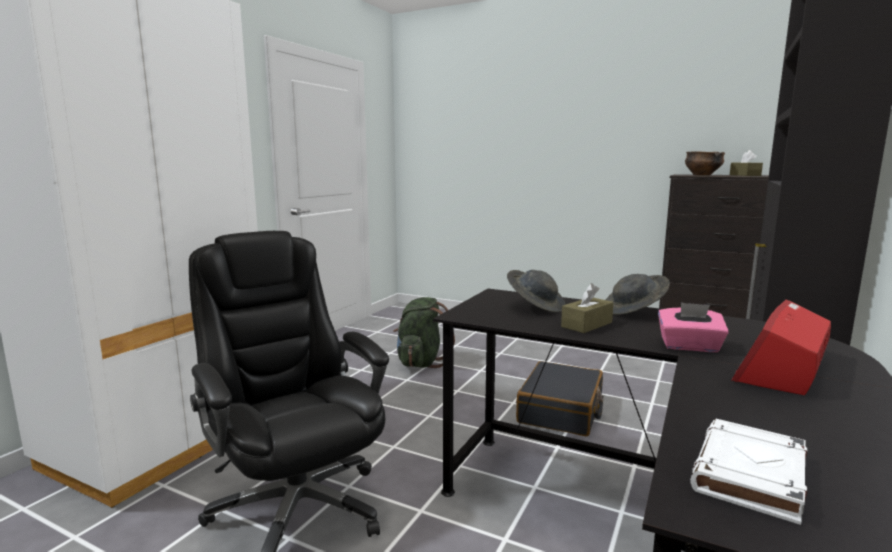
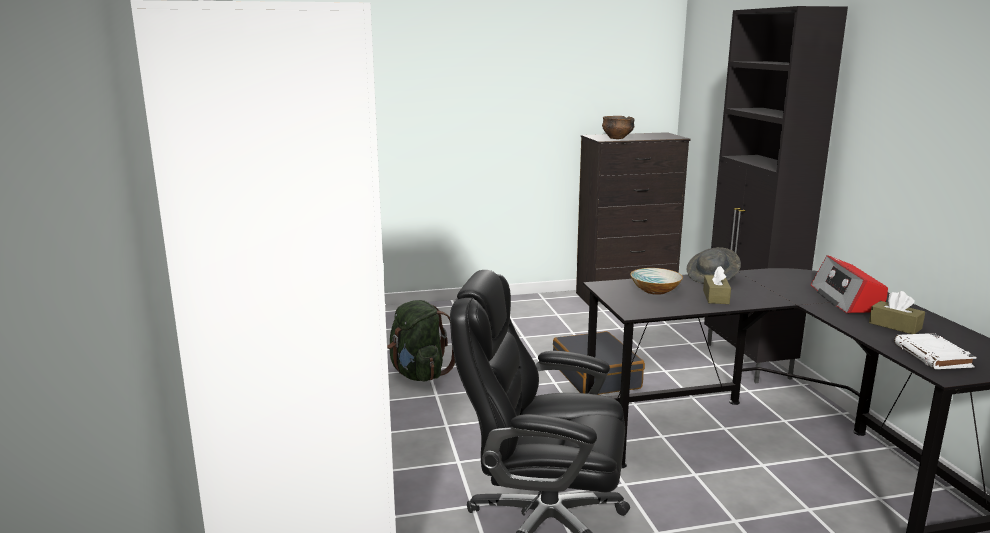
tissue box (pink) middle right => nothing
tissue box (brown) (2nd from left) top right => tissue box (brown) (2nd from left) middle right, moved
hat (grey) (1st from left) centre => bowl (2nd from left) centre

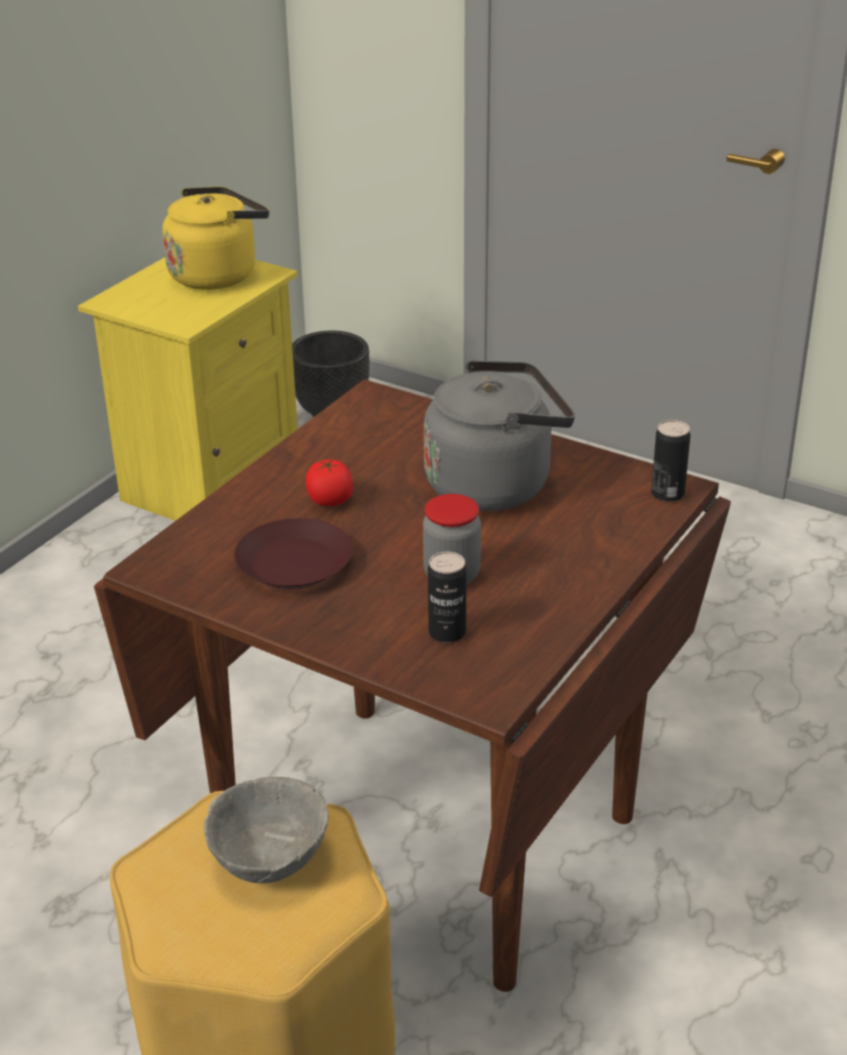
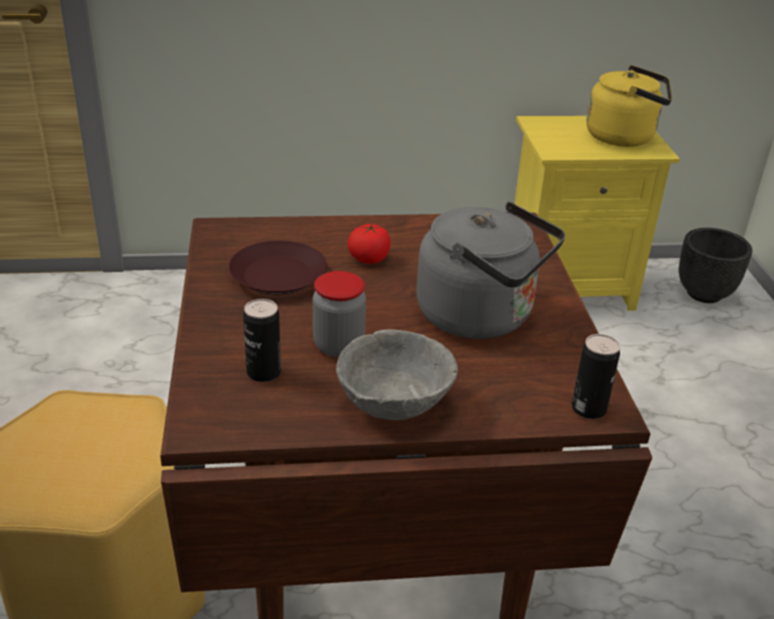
bowl (grey) bottom left => bowl (grey) centre, moved

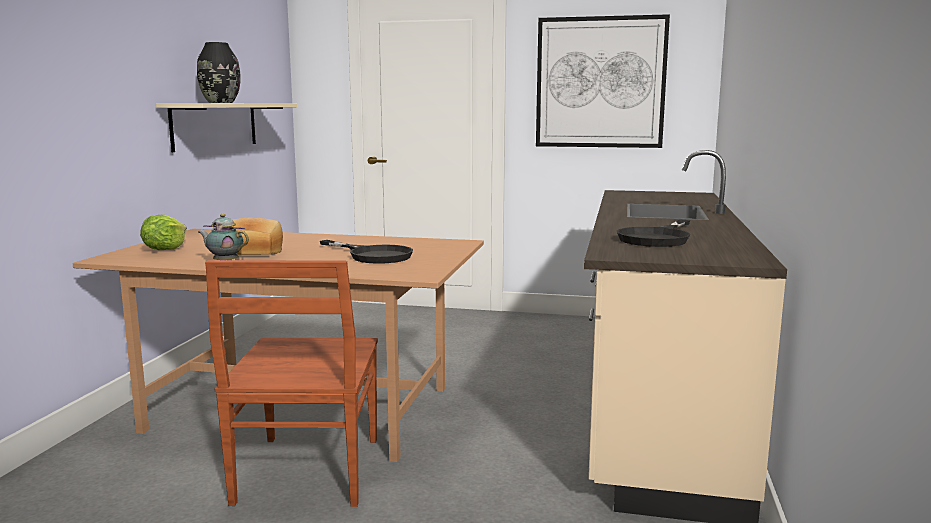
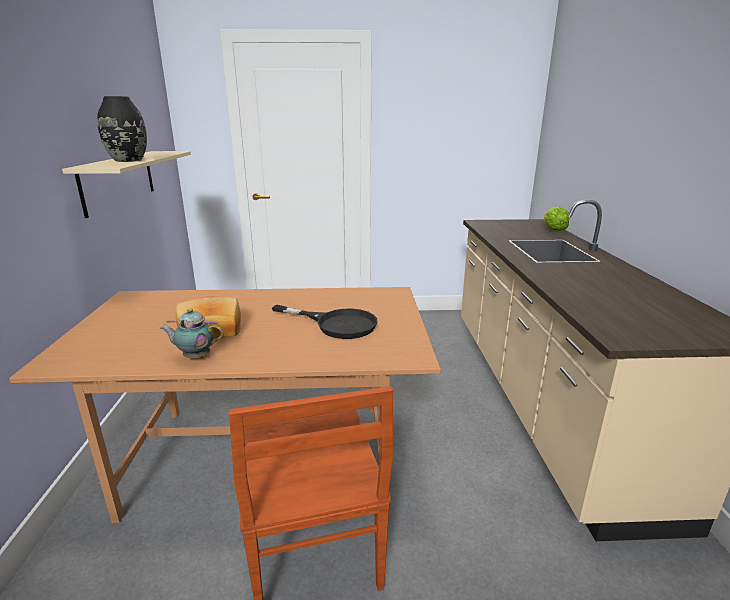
picture top centre => nothing
frying pan (black) (2nd from left) middle right => nothing
lettuce middle left => lettuce middle right, moved

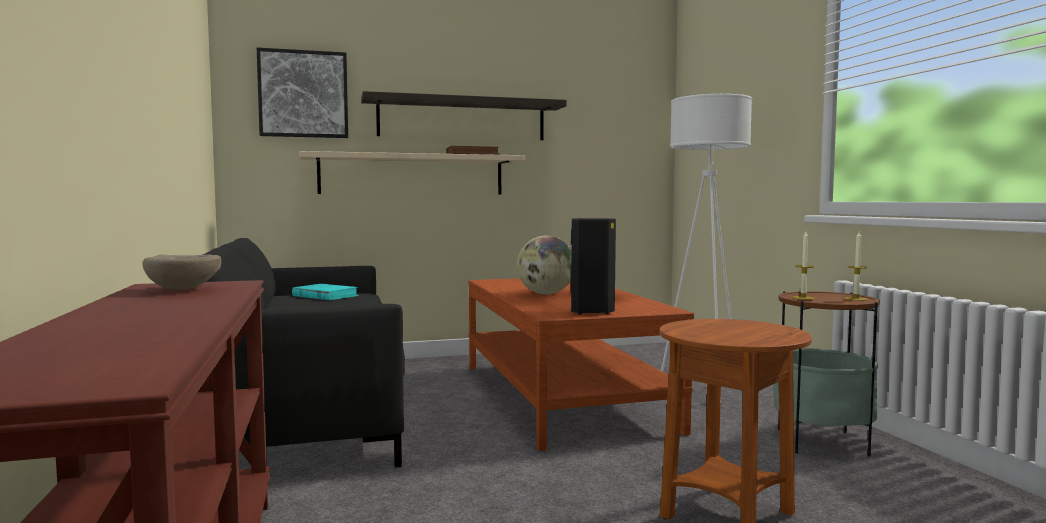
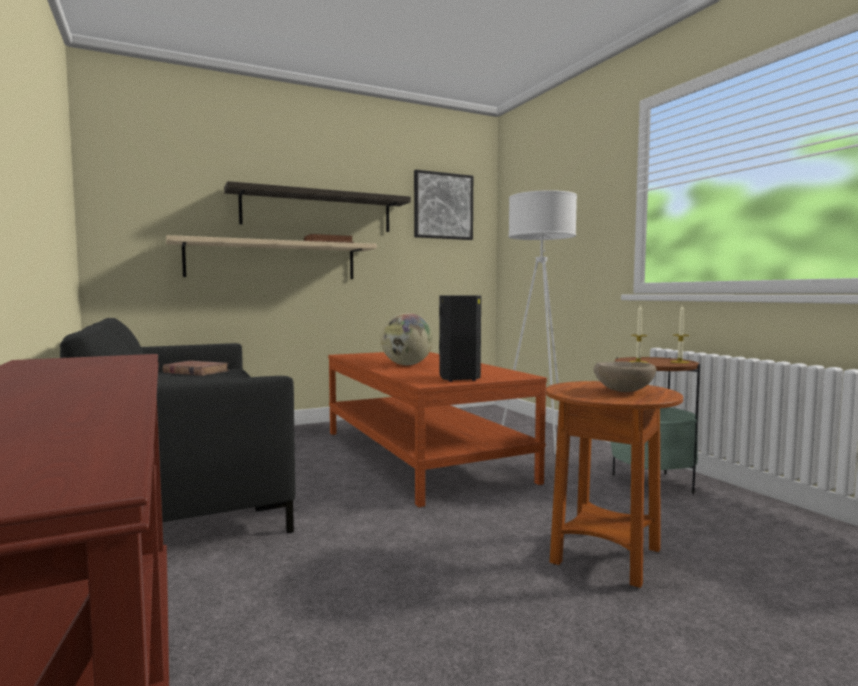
bowl (beige) middle left => bowl (beige) middle right, moved
picture top left => picture top centre, moved
book (turquoise) middle left => book (brown) (1st from left) middle left

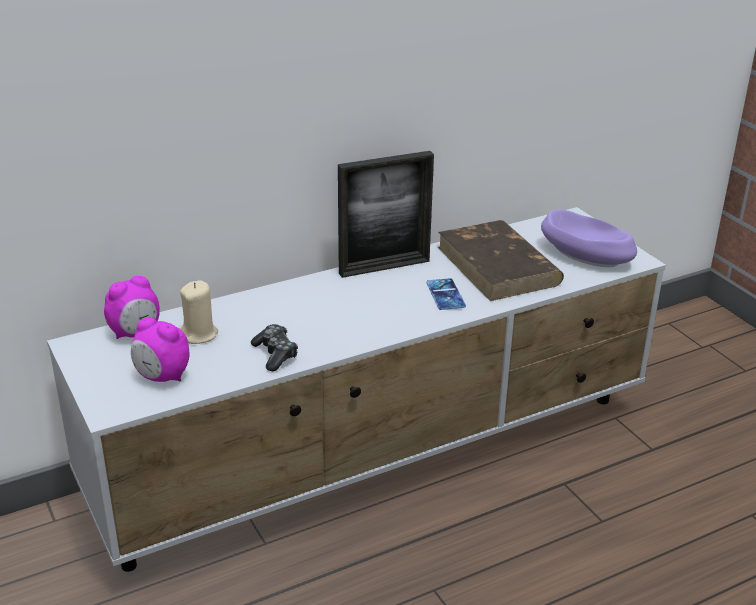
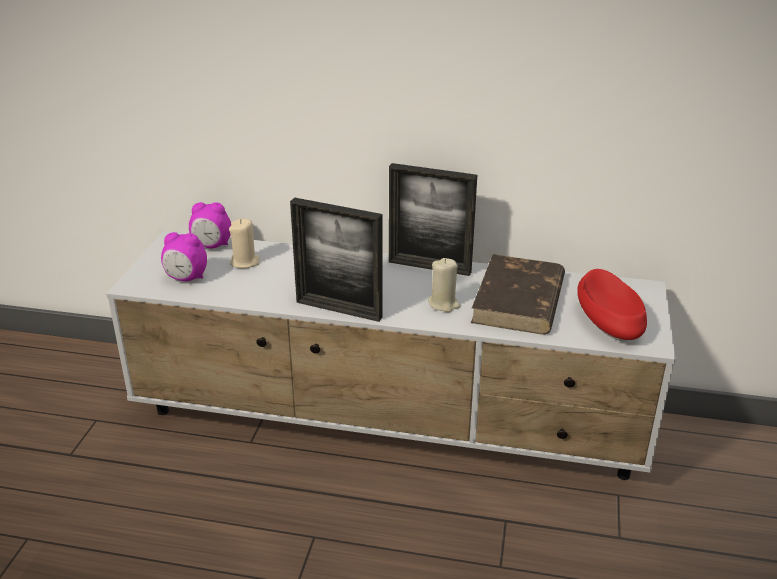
game controller centre => nothing
nothing => picture frame (1st from left) centre
phone centre => candle (beige) (2nd from left) centre
bowl (purple) middle right => bowl (red) middle right
alarm clock (2nd from left in the first image) middle left => alarm clock (1st from left) middle left, 60 degrees counterclockwise

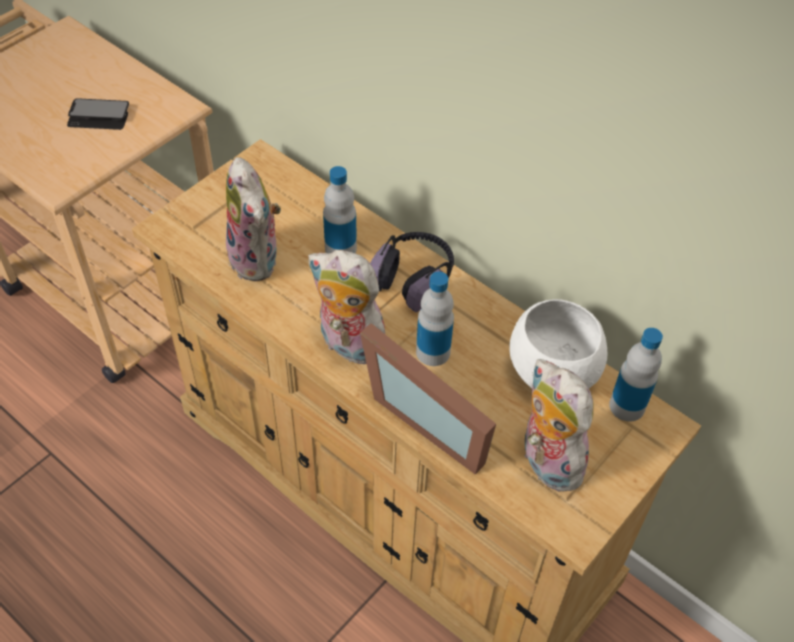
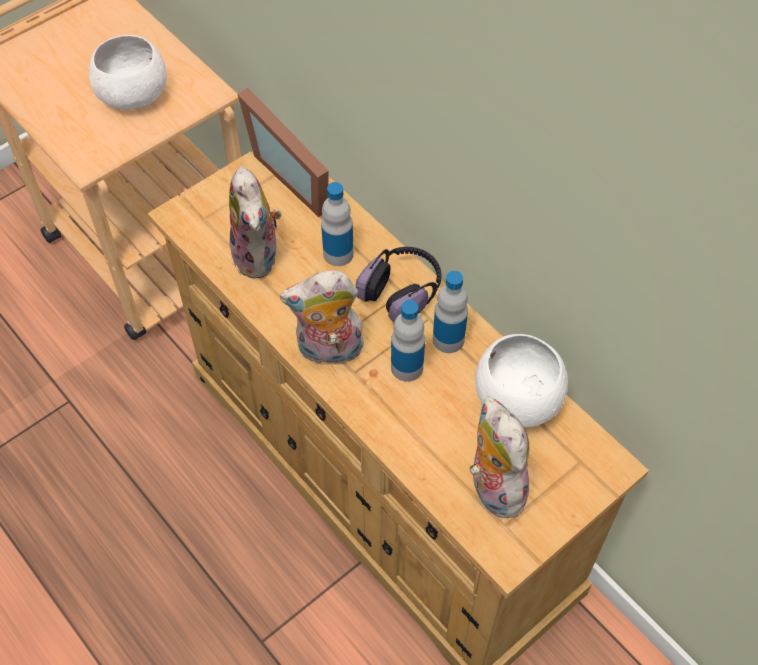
picture frame centre => picture frame top centre, moved
bottle (3rd from left) middle right => bottle (3rd from left) centre, moved
phone top left => bowl (white) (1st from left) top left
plush toy (2nd from left) centre, 45 degrees counterclockwise

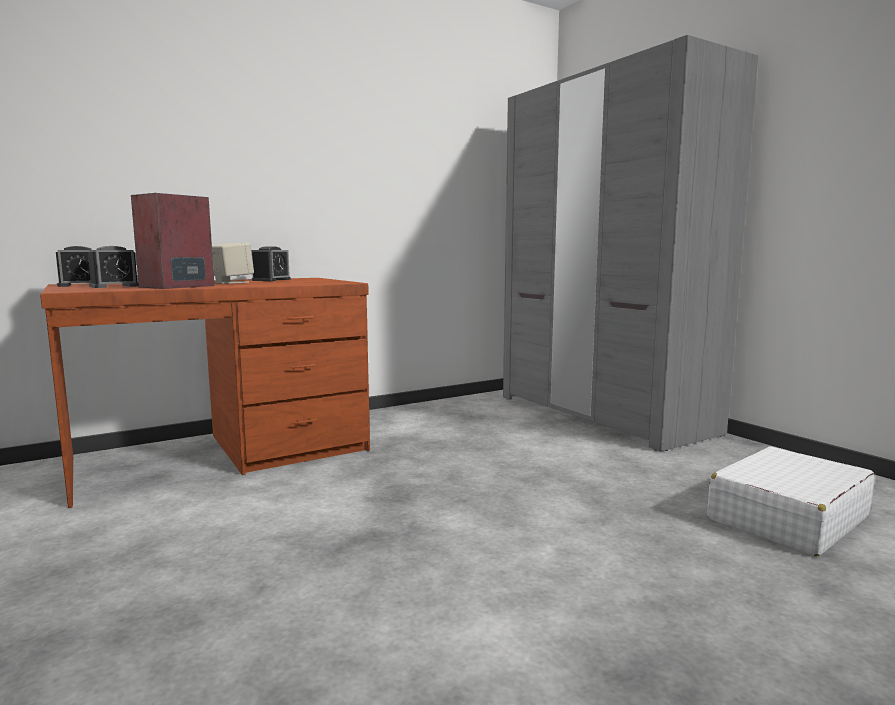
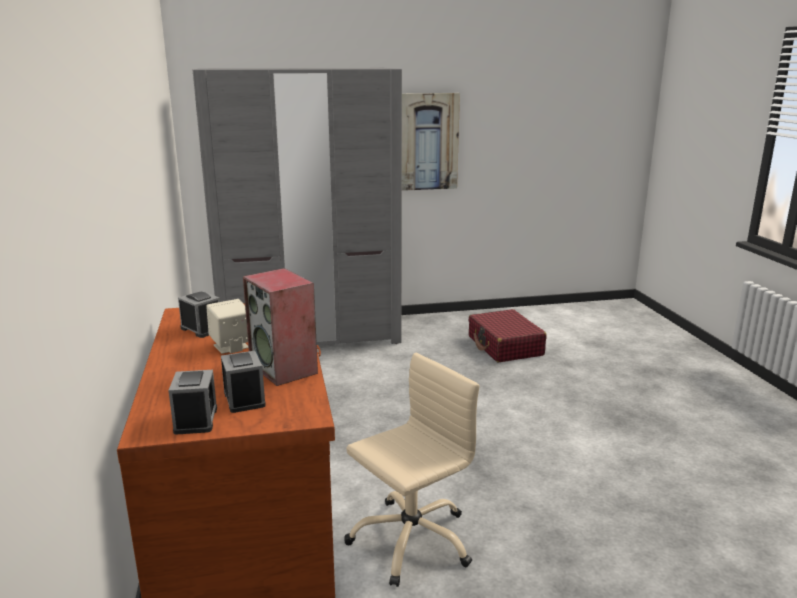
nothing => office chair (beige) bottom centre
nothing => picture top centre
suitcase (white) bottom right => suitcase (red) centre

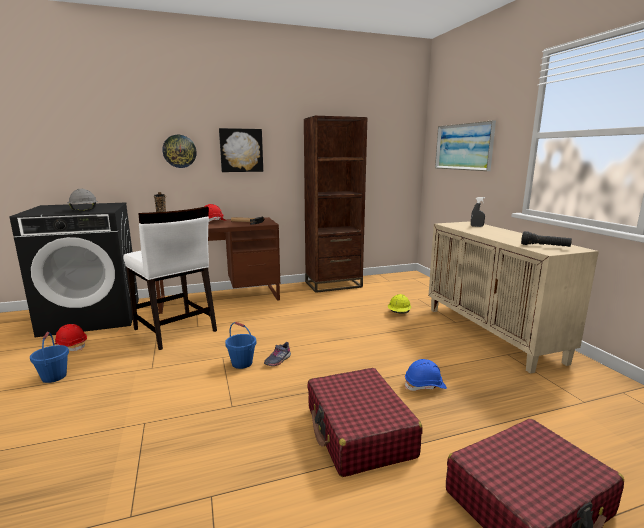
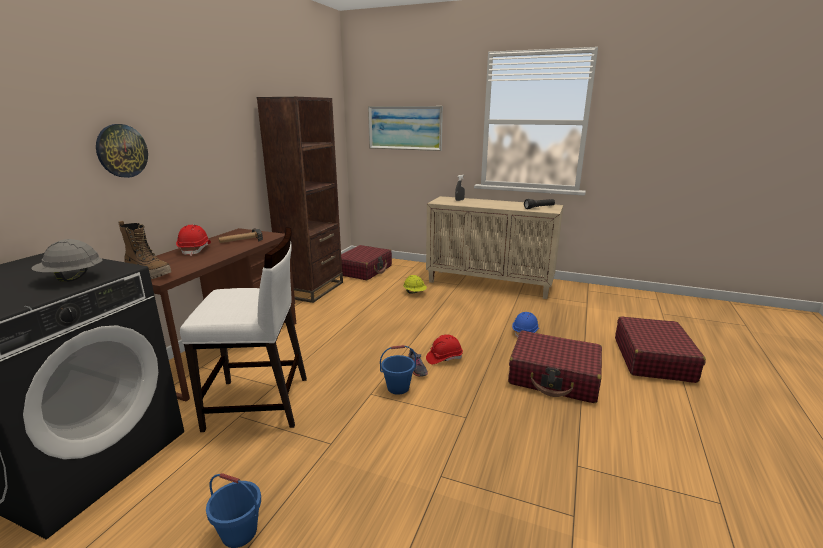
picture (1st from left) top centre => nothing
nothing => suitcase (red) (1st from left) centre
hard hat (red) (1st from left in the first image) middle left => hard hat (red) (2nd from left) centre, moved

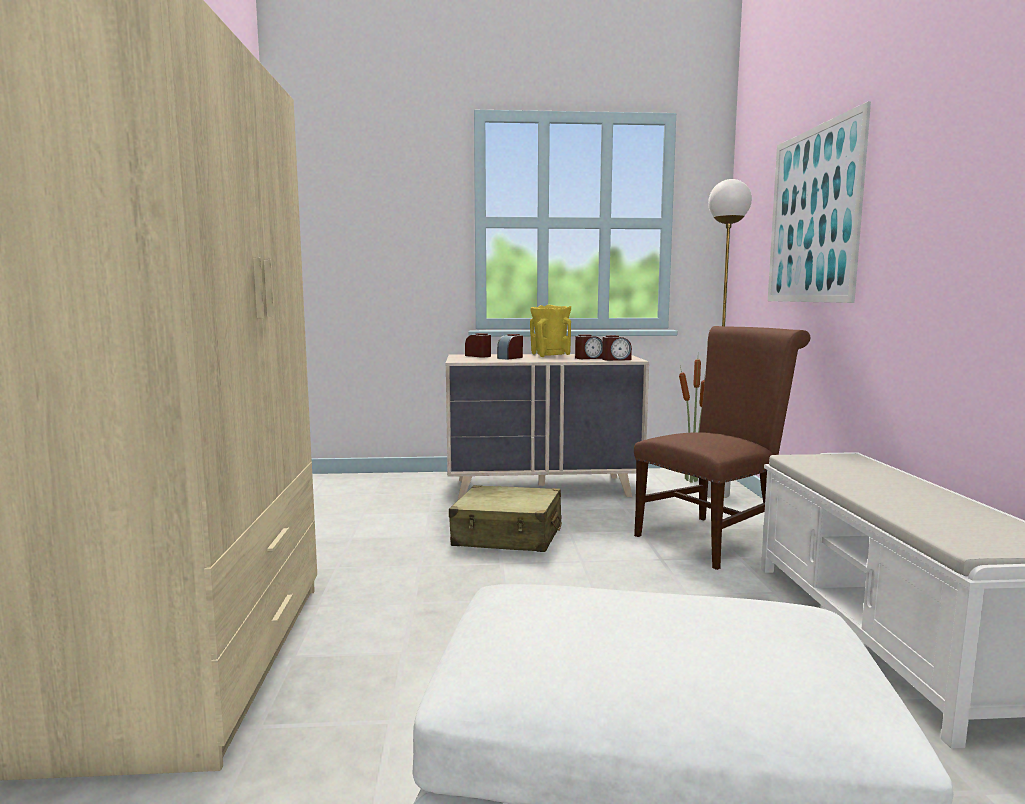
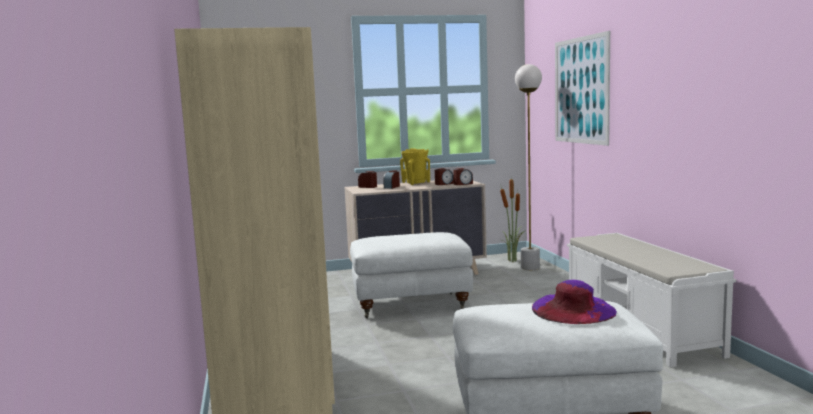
chair (brown) middle right => nothing
nothing => hat (purple) bottom right
suitcase (beige) centre => ottoman (white) (1st from left) centre

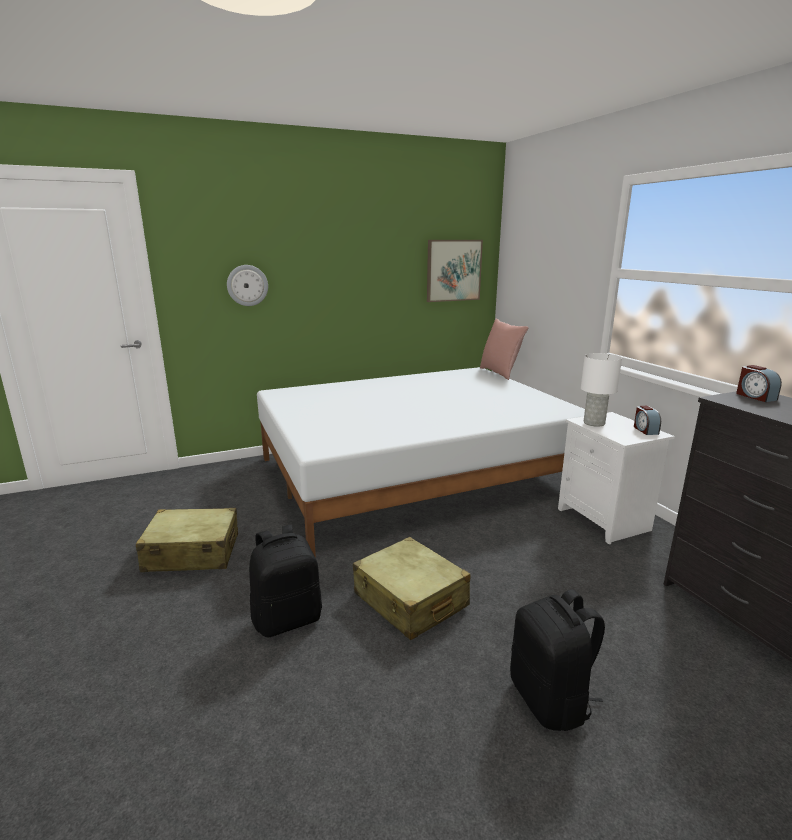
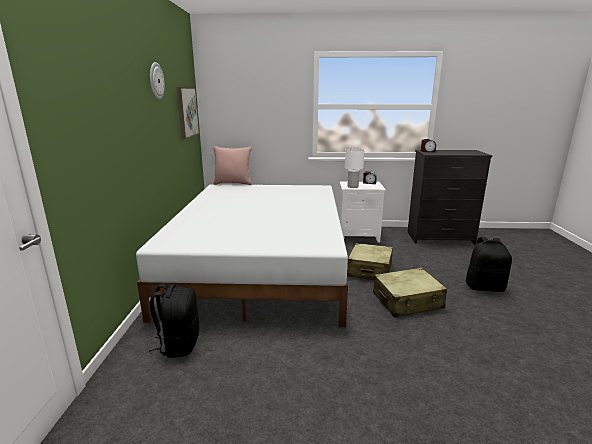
suitcase (beige) (1st from left) middle left => suitcase (beige) (1st from left) centre, moved
wall clock middle left => wall clock top left, moved
backpack (black) (1st from left) bottom centre => backpack (black) (1st from left) bottom left, moved

